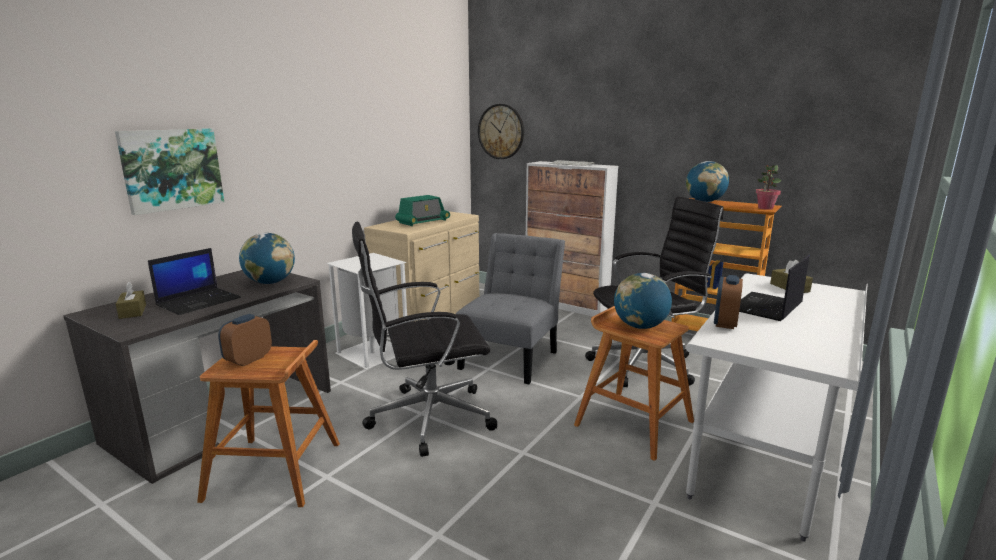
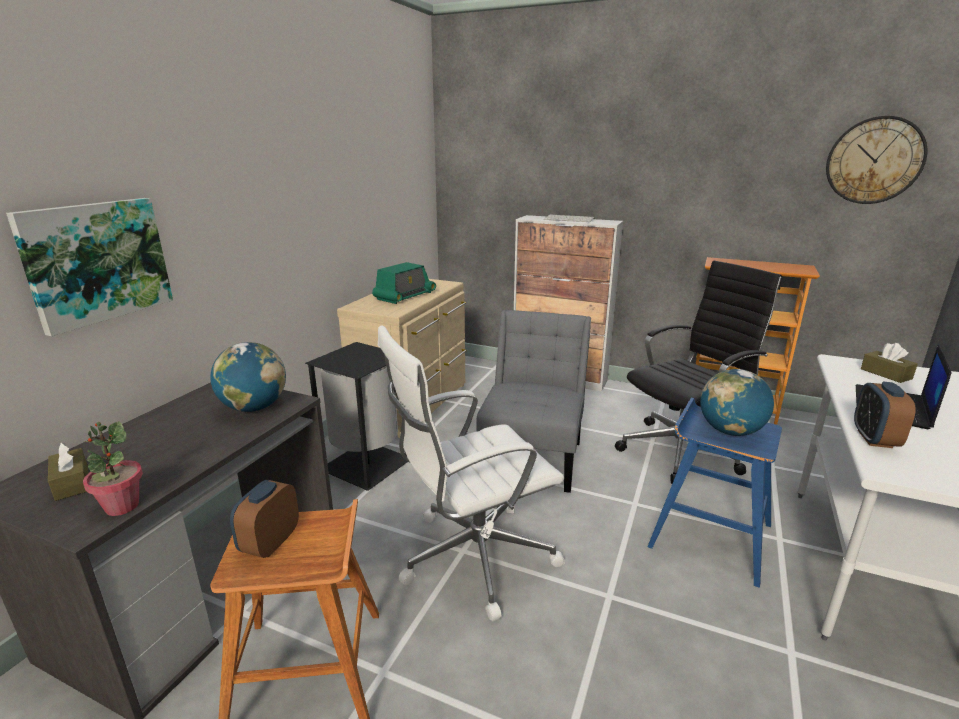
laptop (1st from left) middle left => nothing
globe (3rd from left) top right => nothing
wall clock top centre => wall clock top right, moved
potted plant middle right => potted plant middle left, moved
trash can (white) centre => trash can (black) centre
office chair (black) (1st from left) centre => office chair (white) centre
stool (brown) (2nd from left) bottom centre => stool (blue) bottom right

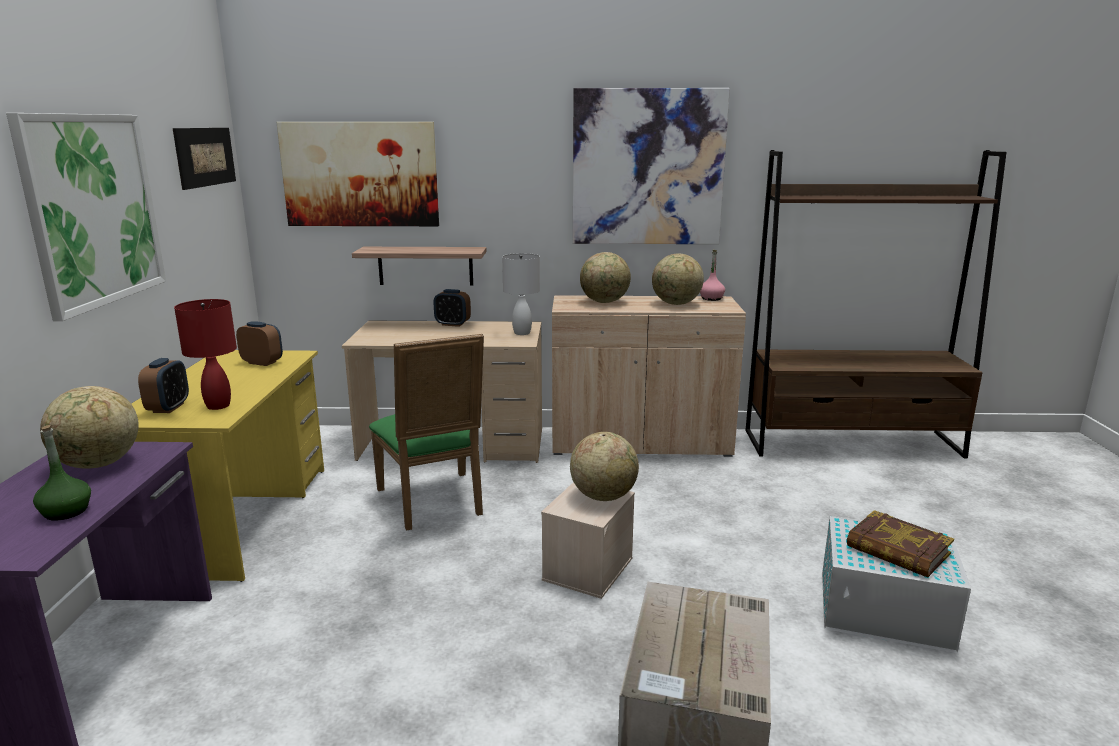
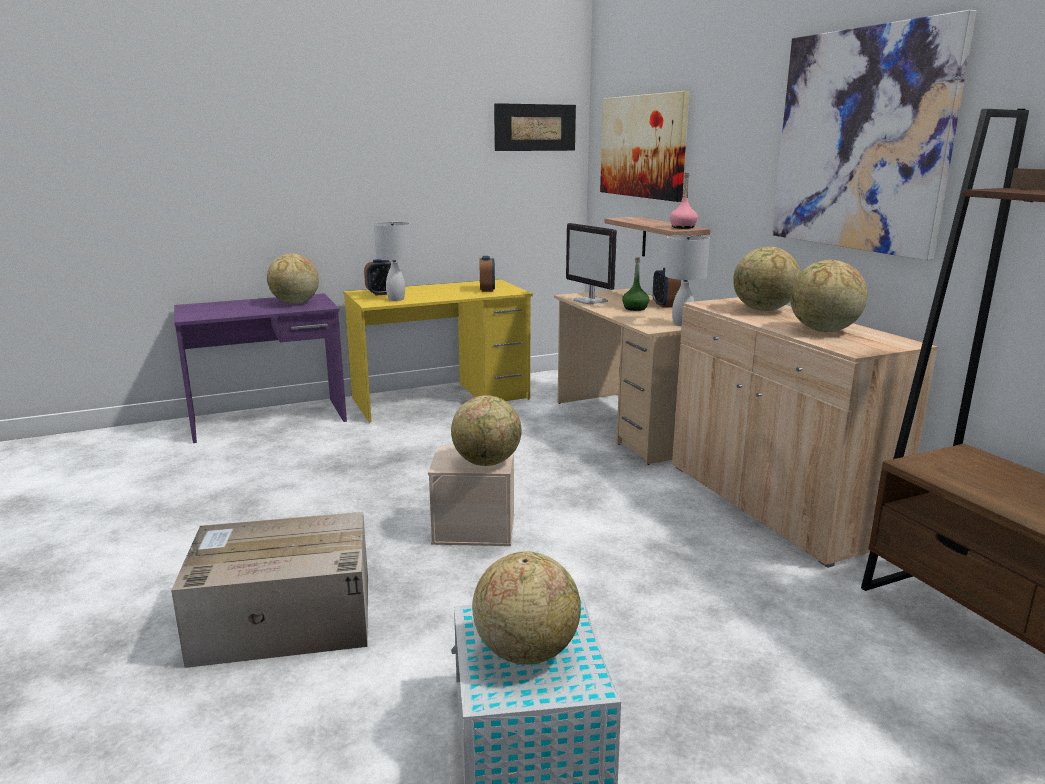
picture (1st from left) top left => nothing
chair (green) centre => nothing
nothing => monitor centre
bottle (green) middle left => bottle (green) centre, moved
bottle (pink) centre => bottle (pink) top centre, moved
book bottom right => globe (3rd from left) bottom centre
table lamp (red) middle left => table lamp (white) (1st from left) top centre

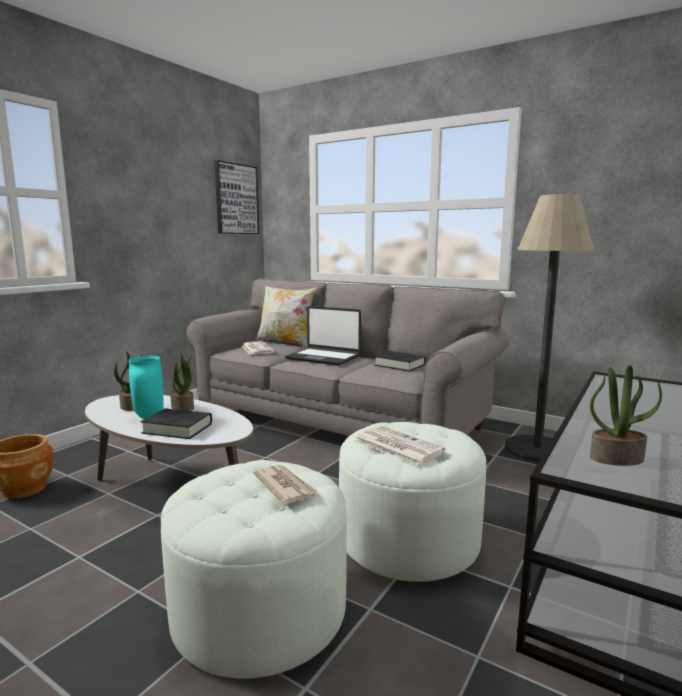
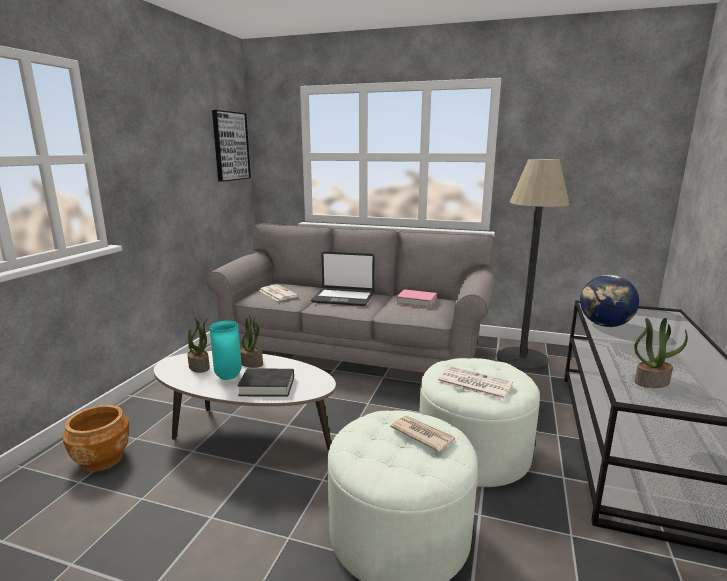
pillow centre => nothing
nothing => globe middle right
book (black) (2nd from left) centre => book (pink) centre

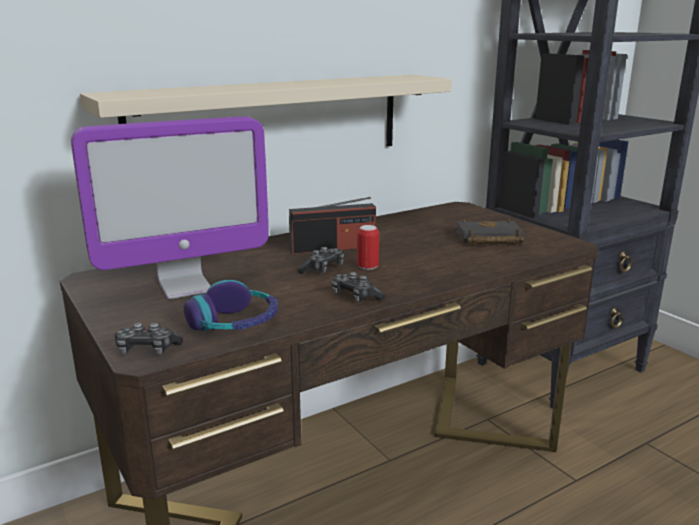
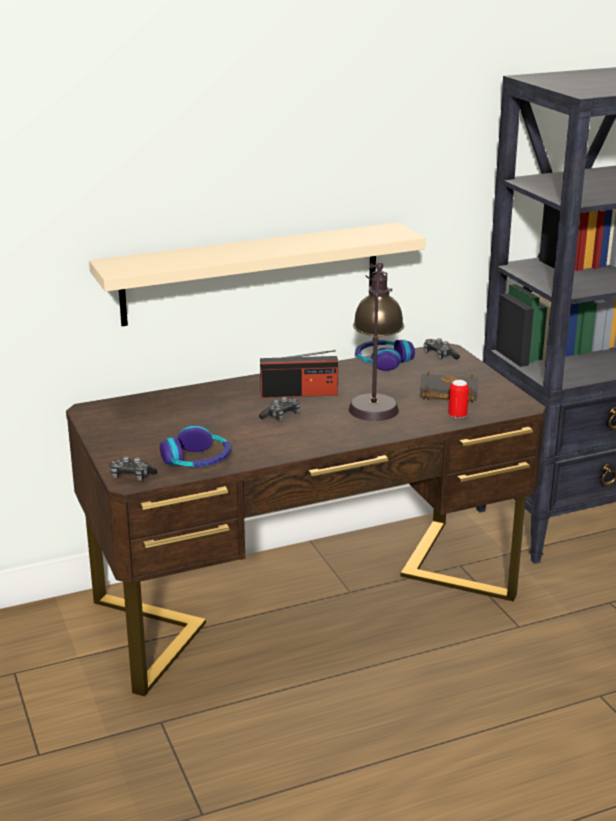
monitor middle left => nothing
nothing => table lamp centre
nothing => headphones (2nd from left) centre
game controller (3rd from left) centre => game controller (3rd from left) middle right, moved
can centre => can middle right, moved

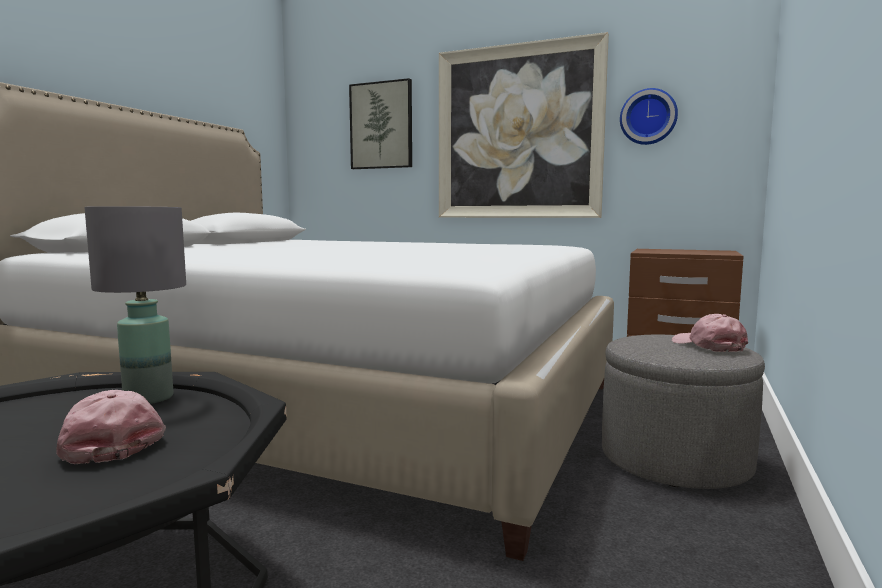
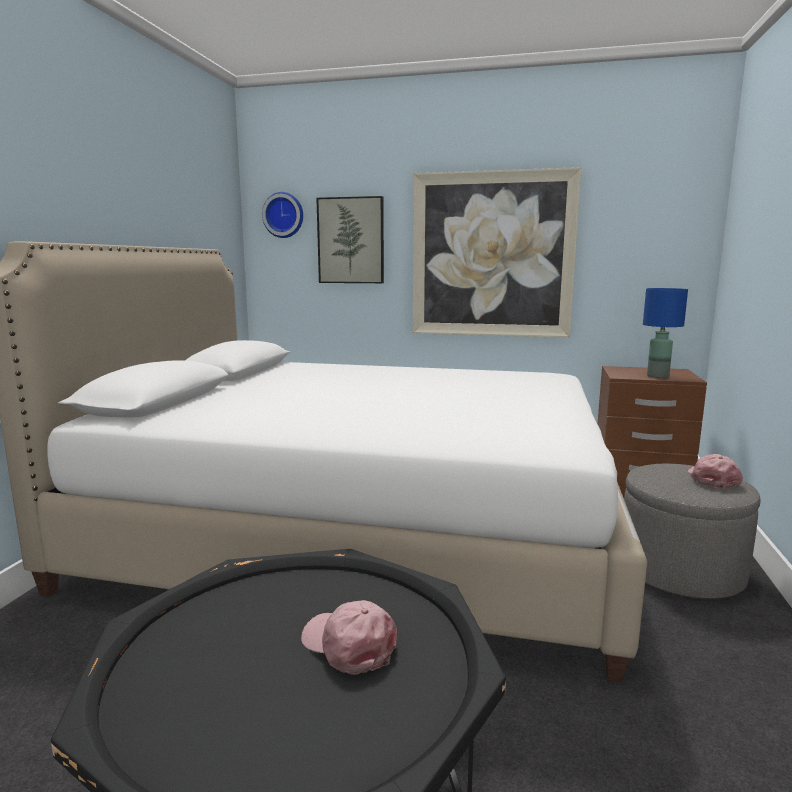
table lamp (grey) middle left => nothing
nothing => table lamp (blue) middle right
wall clock top right => wall clock top centre, moved
cap (pink) (2nd from left) middle right, 45 degrees clockwise

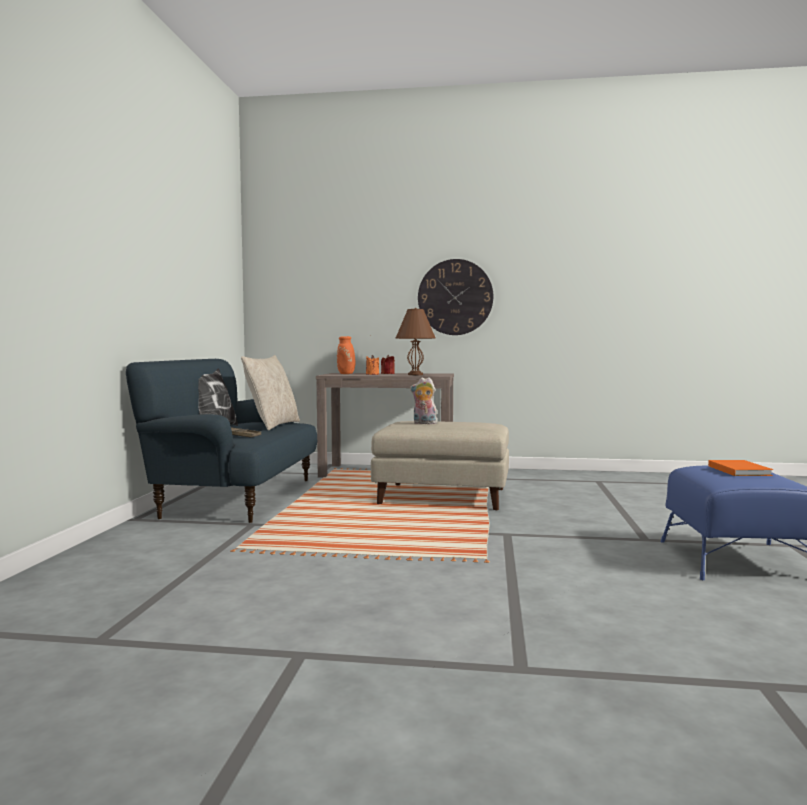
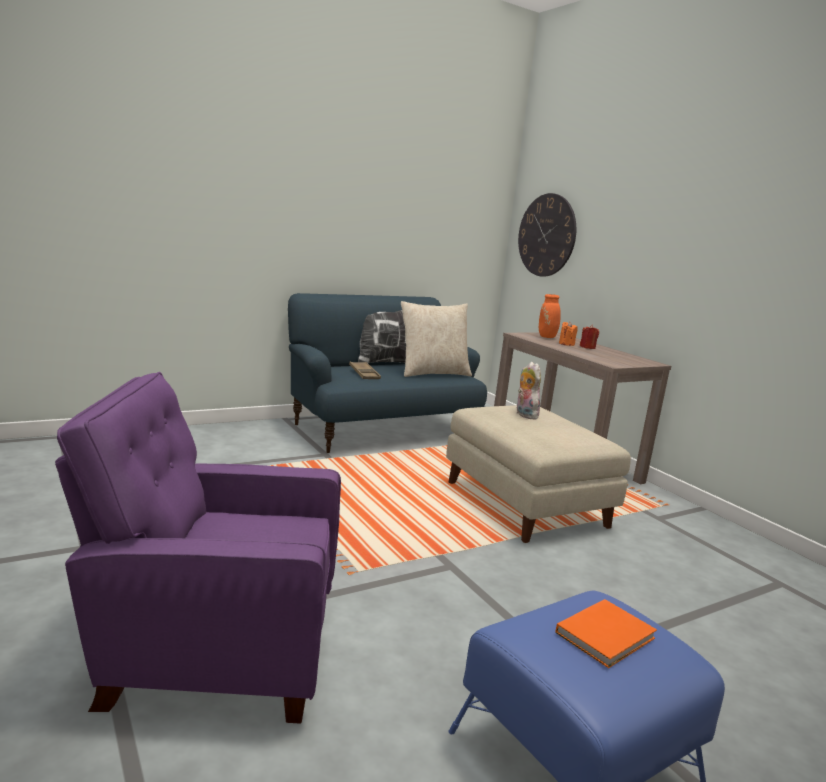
table lamp (brown) centre => nothing
nothing => armchair (purple) bottom left
wall clock centre => wall clock top centre, moved

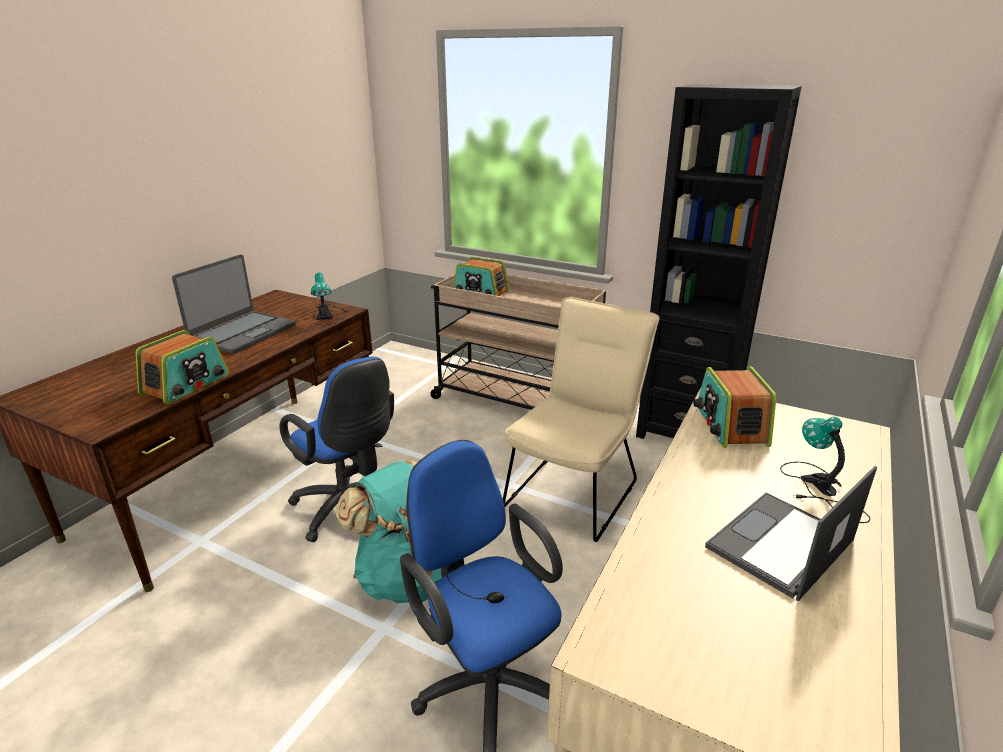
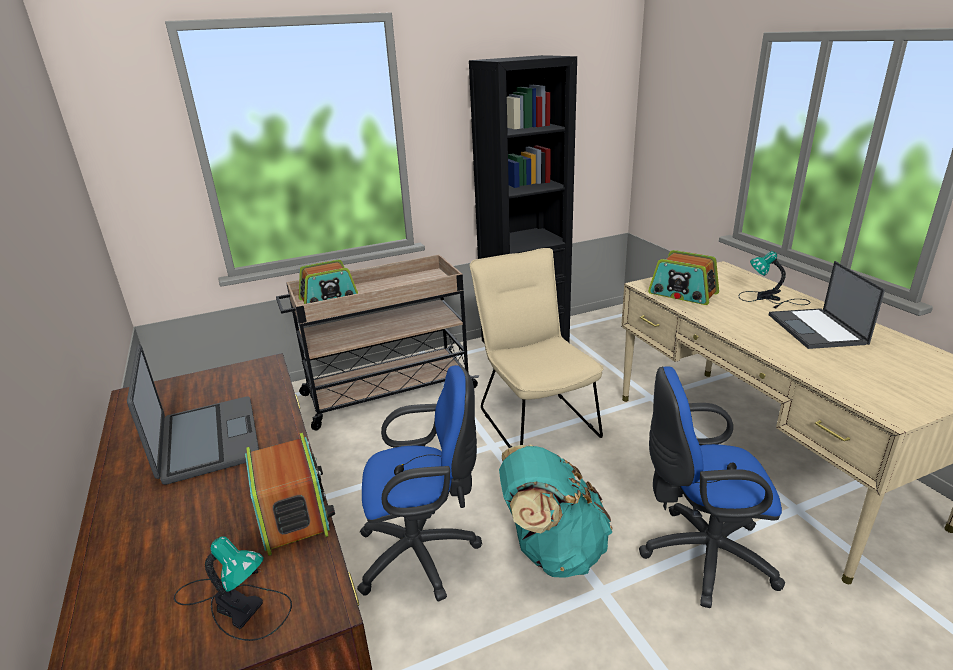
table lamp (1st from left) middle left => table lamp (1st from left) bottom left, moved

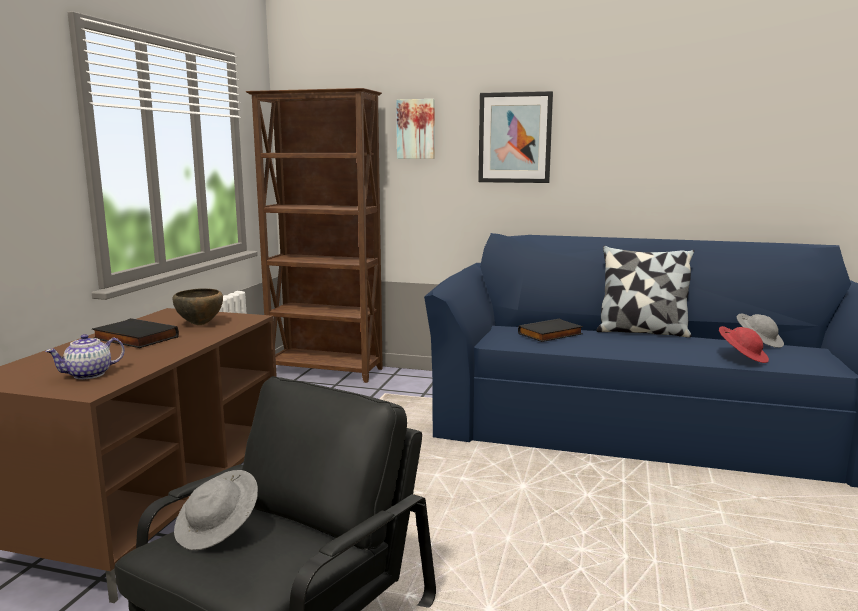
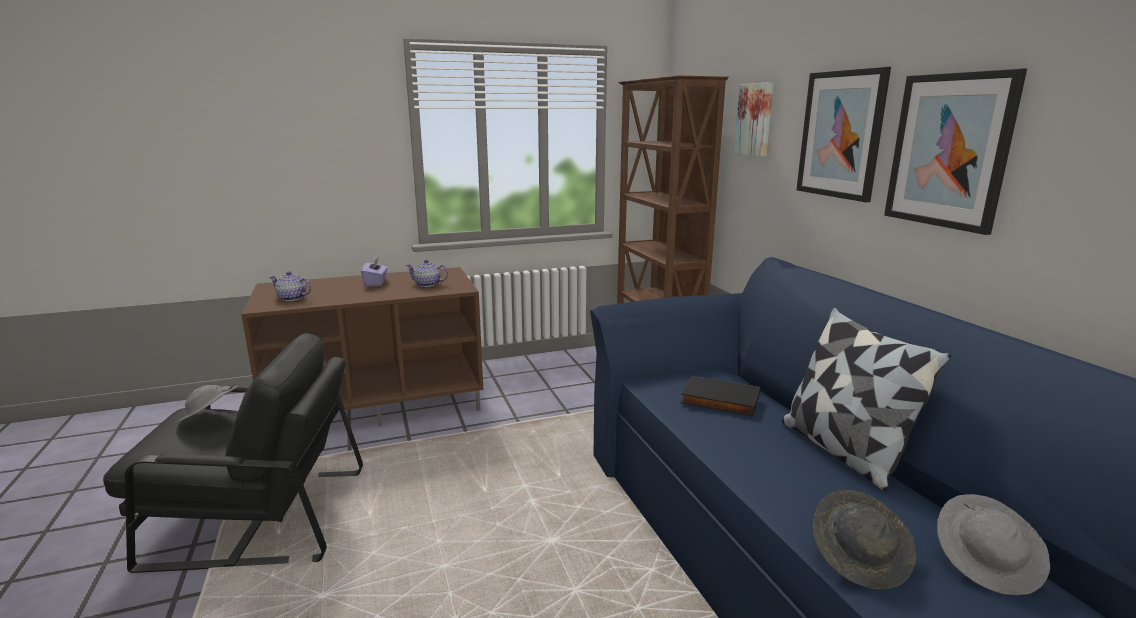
nothing => picture (3rd from left) top right
book (black) (1st from left) middle left => tissue box (purple) middle left
bowl (brown) middle left => teapot (2nd from left) centre
hat (red) middle right => hat (grey) (2nd from left) bottom right

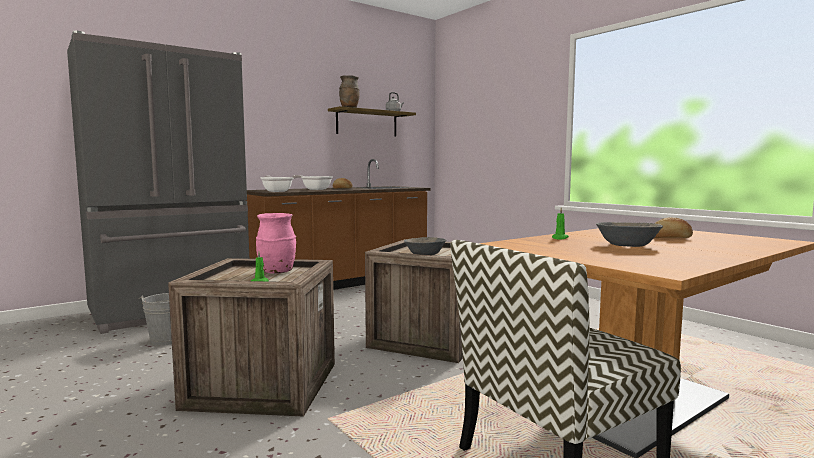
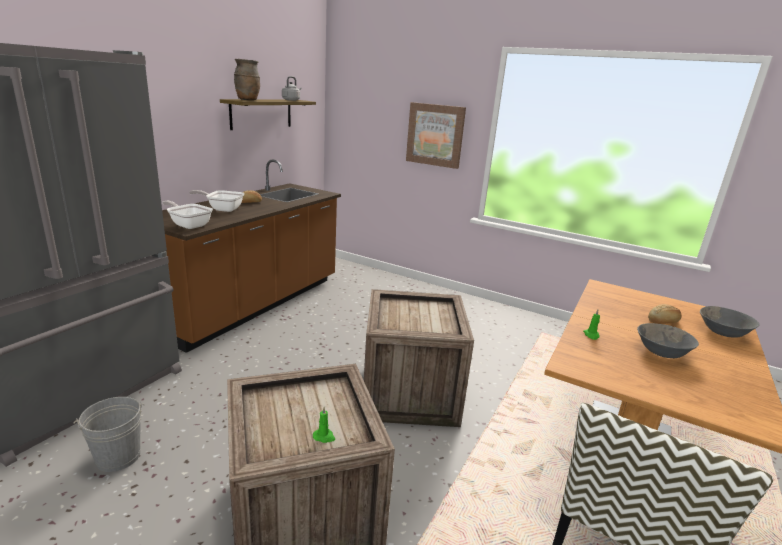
vase (pink) centre => nothing
nothing => picture top centre
bowl (grey) (1st from left in the first image) centre => bowl (grey) (2nd from left) middle right, moved

